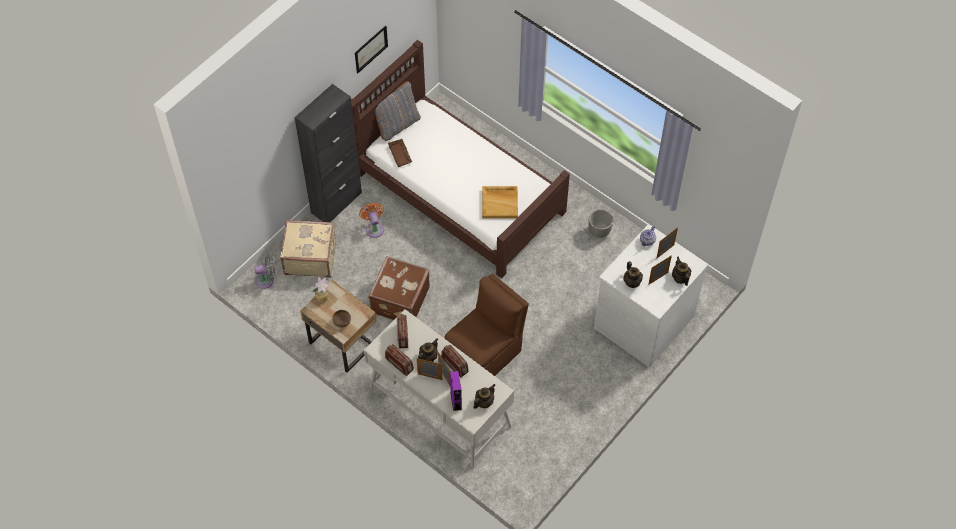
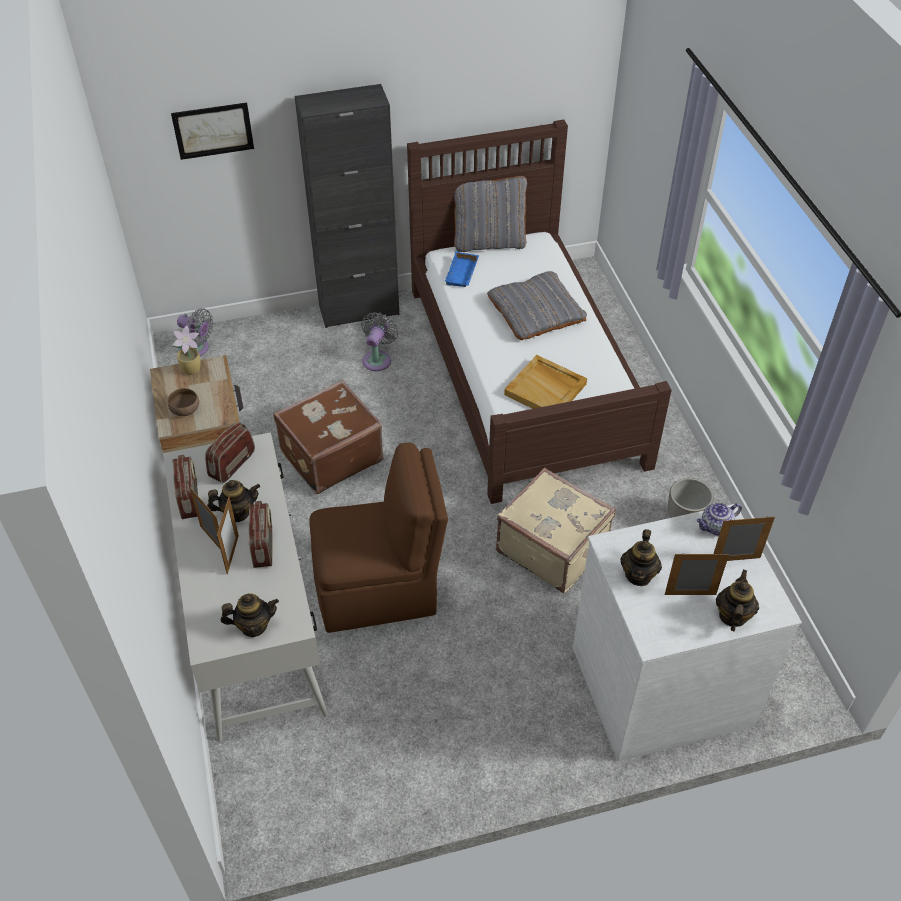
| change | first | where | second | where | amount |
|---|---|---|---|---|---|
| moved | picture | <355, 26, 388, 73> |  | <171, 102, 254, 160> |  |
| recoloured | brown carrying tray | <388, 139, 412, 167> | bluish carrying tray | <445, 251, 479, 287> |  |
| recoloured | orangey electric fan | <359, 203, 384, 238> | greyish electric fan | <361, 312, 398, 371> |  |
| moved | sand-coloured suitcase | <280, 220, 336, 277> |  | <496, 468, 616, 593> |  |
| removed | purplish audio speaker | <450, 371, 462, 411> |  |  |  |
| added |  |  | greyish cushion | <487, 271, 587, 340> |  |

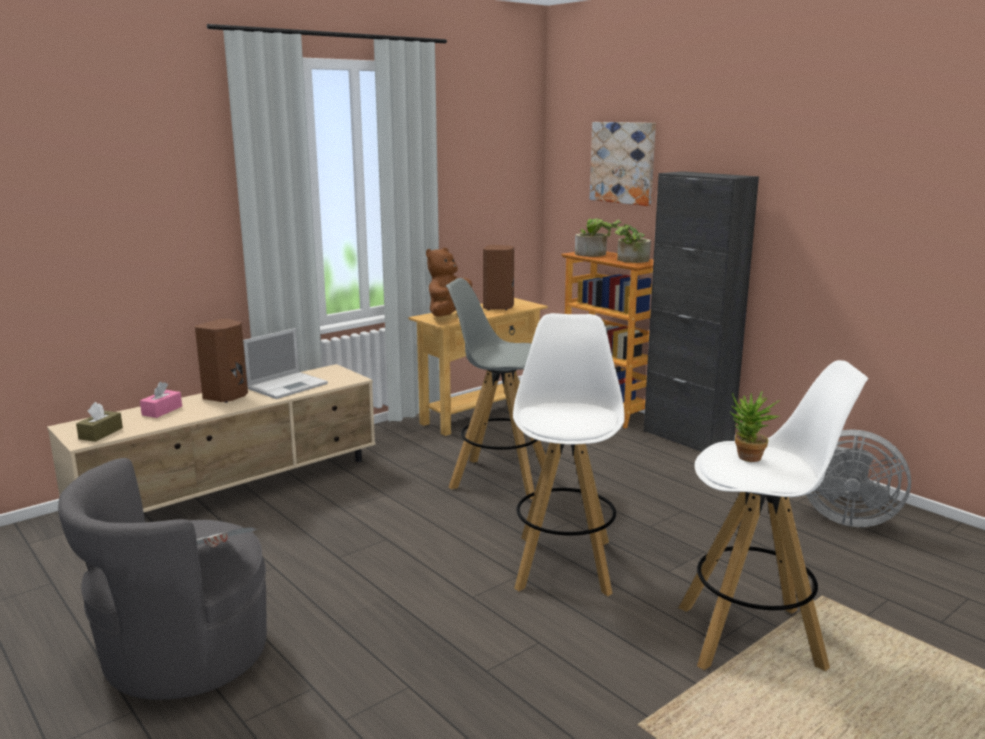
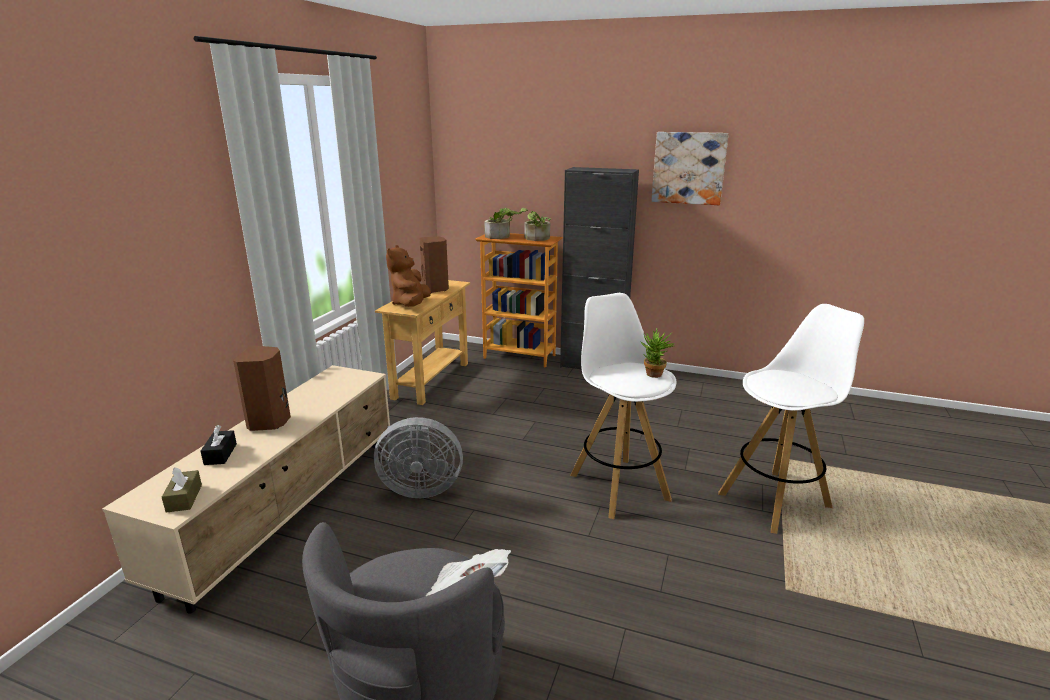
| change | first | where | second | where | amount |
|---|---|---|---|---|---|
| moved | picture | <590, 122, 656, 206> |  | <651, 132, 729, 205> |  |
| removed | greyish stool seat | <446, 278, 546, 499> |  |  |  |
| removed | notebook computer | <243, 328, 328, 399> |  |  |  |
| recoloured | pink-coloured tissue box | <140, 382, 182, 418> | black tissue box | <200, 425, 237, 465> |  |
| moved | plant in a pot | <730, 391, 781, 462> |  | <641, 328, 675, 378> |  |
| moved | greyish electric fan | <806, 429, 911, 527> |  | <374, 417, 463, 498> |  |

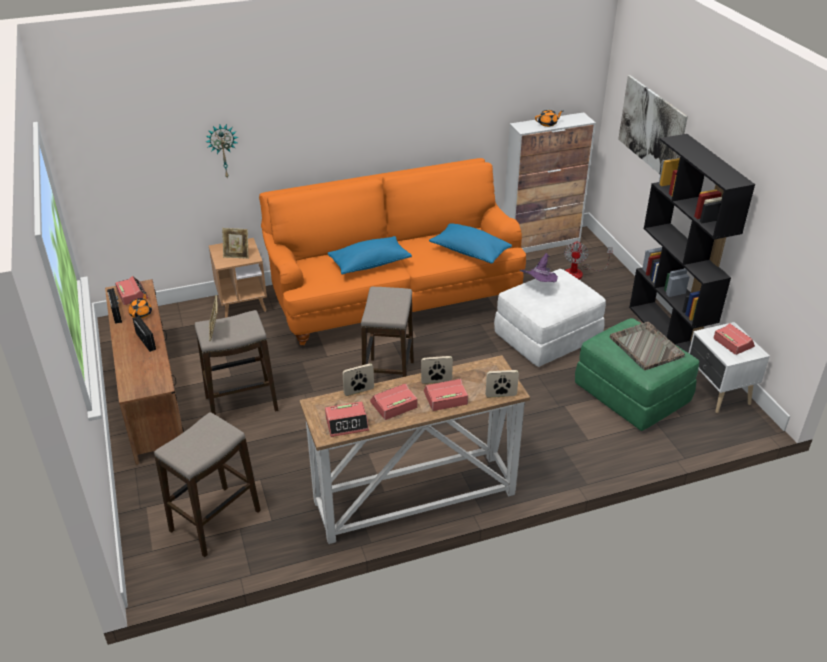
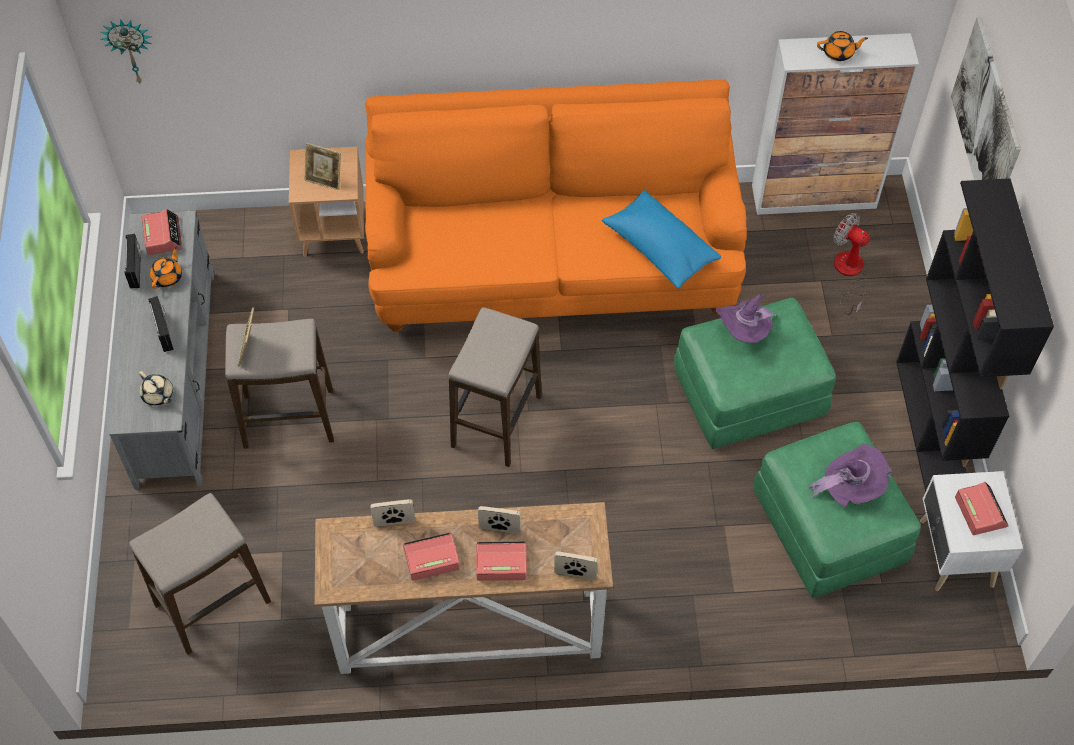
| change | first | where | second | where | amount |
|---|---|---|---|---|---|
| moved | hanging clock | <206, 124, 238, 179> |  | <100, 19, 152, 83> |  |
| removed | bluish cushion | <328, 236, 412, 275> |  |  |  |
| turned | electric fan | <564, 241, 613, 279> |  | <834, 213, 870, 315> | 105 degrees clockwise |
| recoloured | white footrest | <494, 269, 606, 367> | green footrest | <674, 298, 836, 449> |  |
| recoloured | brown tv unit | <105, 279, 184, 465> | greyish tv unit | <109, 210, 214, 489> |  |
| replaced | greyish carrying tray | <610, 322, 685, 370> | purplish wearable hat | <809, 444, 892, 507> |  |
| removed | bedside clock | <325, 402, 369, 437> |  |  |  |
| added |  |  | sand-coloured pot for tea | <139, 371, 173, 406> |  |

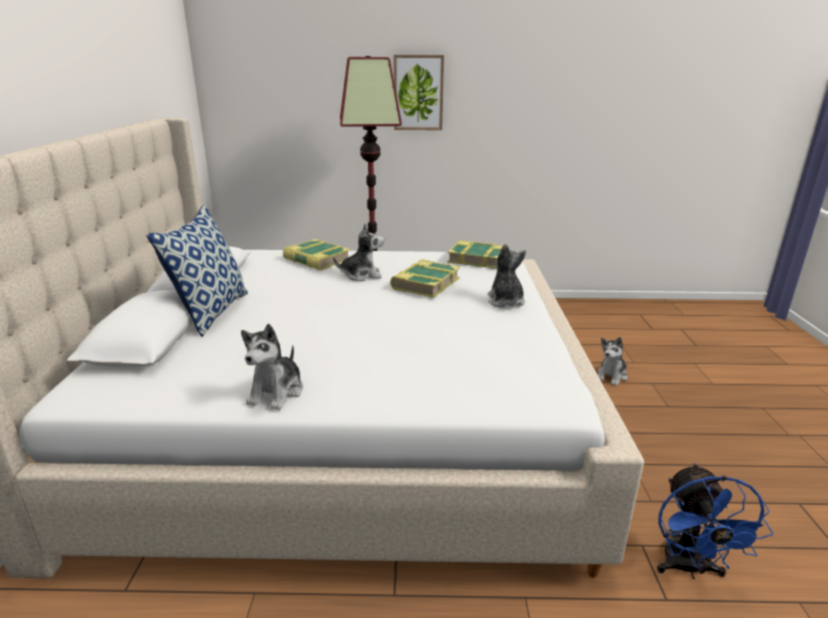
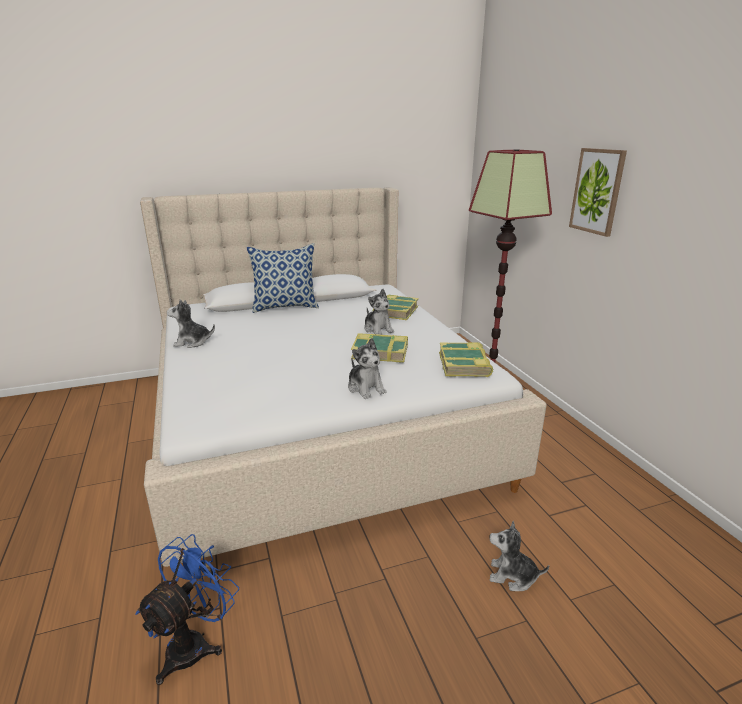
| change | first | where | second | where | amount |
|---|---|---|---|---|---|
| turned | soft toy | <488, 244, 526, 308> |  | <348, 338, 386, 399> | 90 degrees clockwise |
| turned | bluish electric fan | <657, 463, 774, 579> |  | <135, 534, 239, 685> | 135 degrees clockwise |

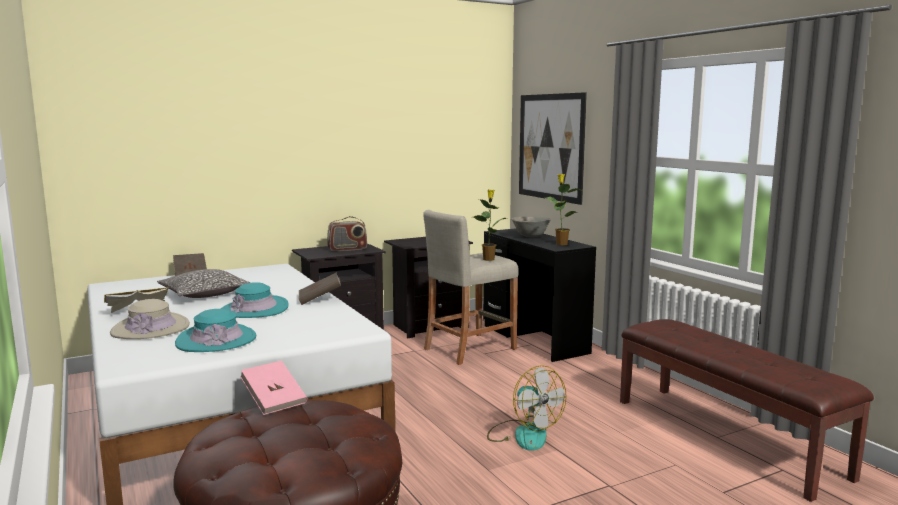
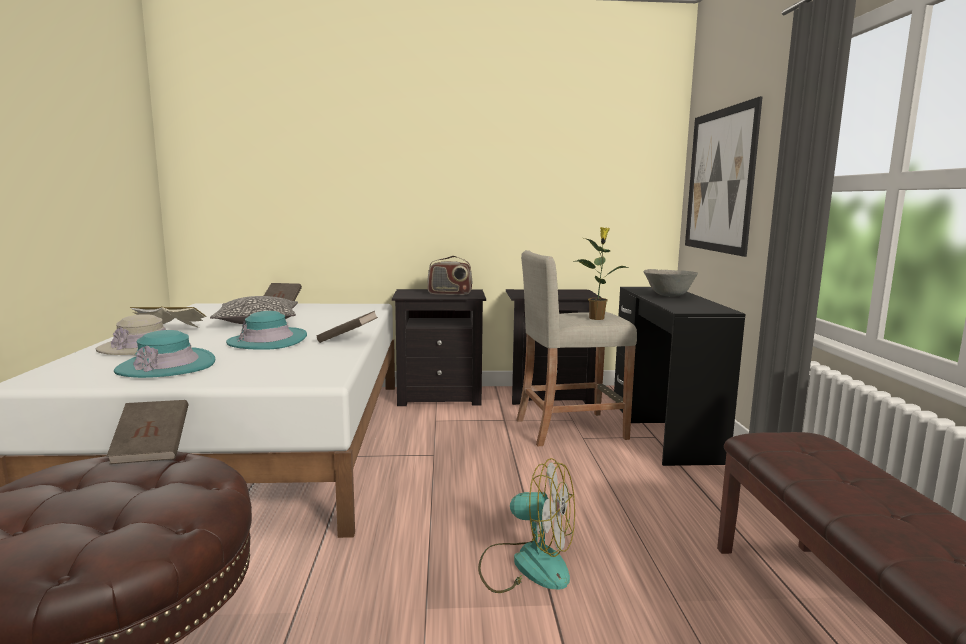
| change | first | where | second | where | amount |
|---|---|---|---|---|---|
| removed | plant in a pot | <546, 174, 582, 245> |  |  |  |
| recoloured | pink-coloured volume | <240, 361, 307, 415> | brown volume | <107, 400, 188, 464> |  |
| turned | electric fan | <487, 365, 567, 451> |  | <478, 458, 575, 593> | 60 degrees counterclockwise |

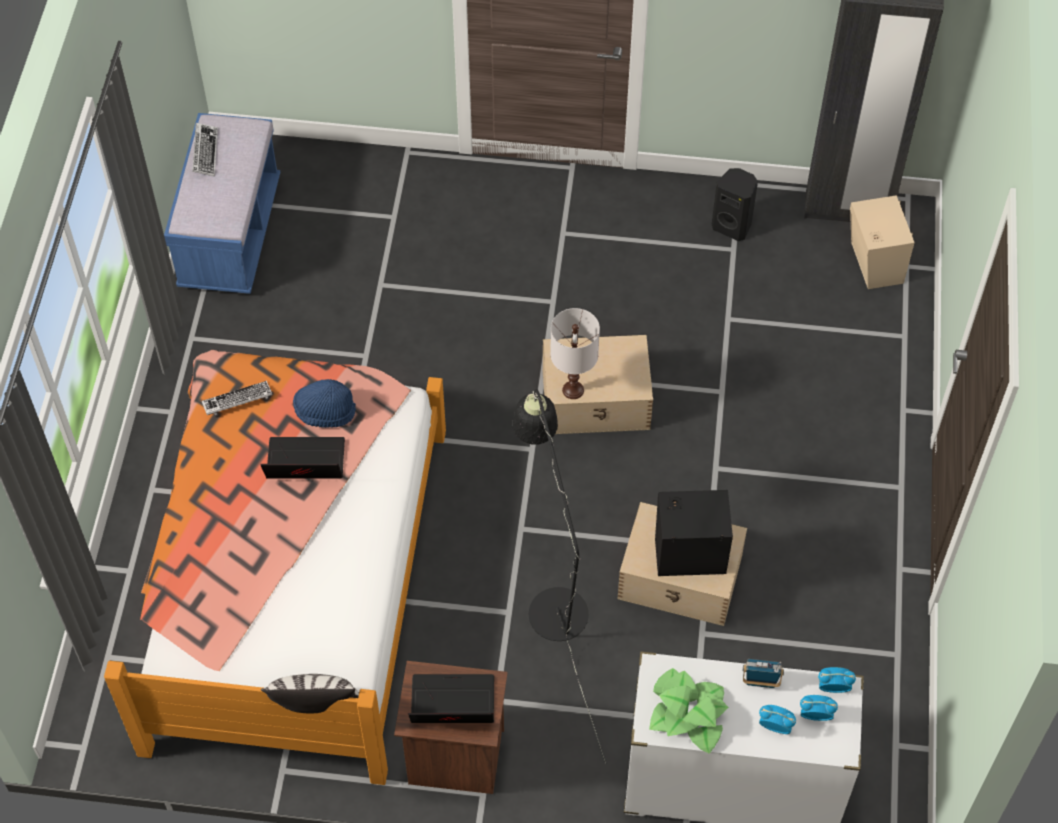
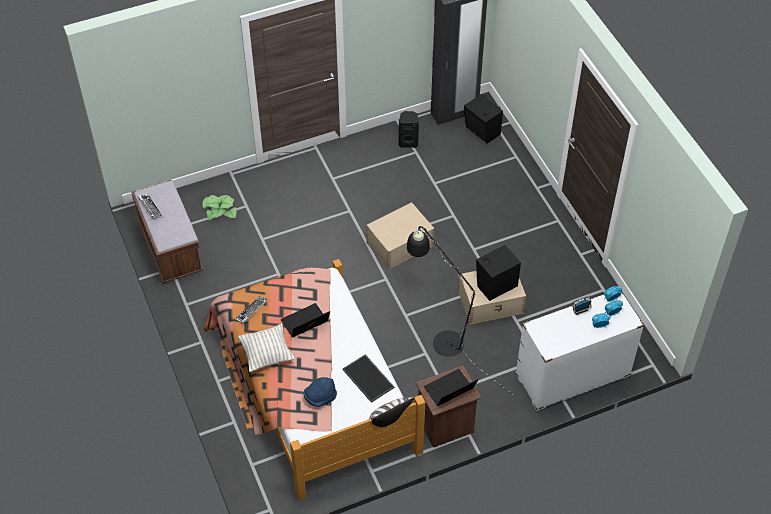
| change | first | where | second | where | amount |
|---|---|---|---|---|---|
| recoloured | bluish bench | <164, 113, 280, 294> | brown bench | <131, 180, 203, 283> |  |
| recoloured | sand-coloured audio speaker | <850, 195, 915, 289> | black audio speaker | <464, 94, 503, 143> |  |
| removed | white tabletop lamp | <550, 308, 600, 399> |  |  |  |
| moved | bluish wearable hat | <293, 379, 356, 428> |  | <304, 377, 337, 407> |  |
| moved | plant in a pot | <649, 668, 728, 754> |  | <202, 195, 236, 221> |  |
| added |  |  | cushion | <238, 324, 295, 372> |  |
| added |  |  | carrying tray | <342, 354, 394, 403> |  |

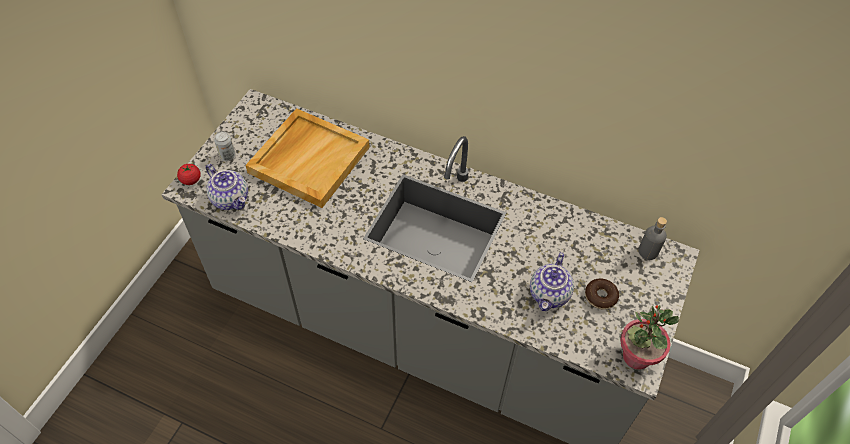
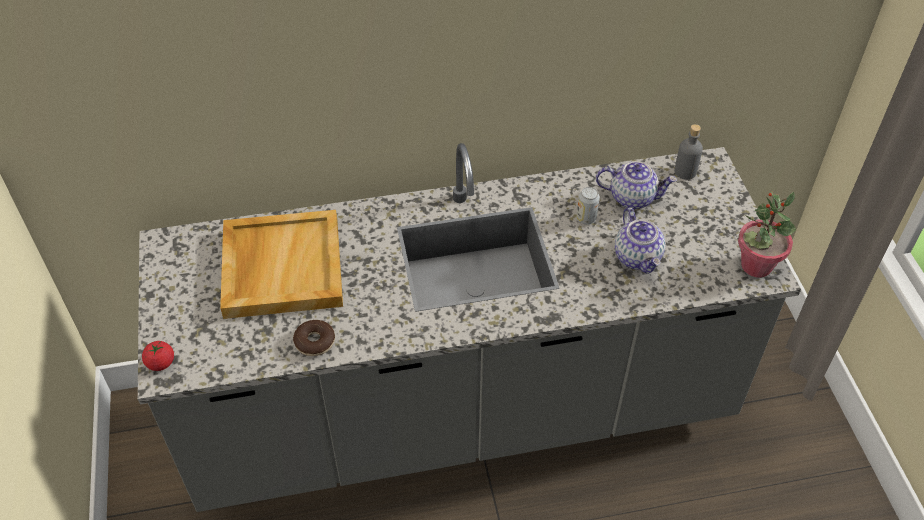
| change | first | where | second | where | amount |
|---|---|---|---|---|---|
| moved | can | <214, 131, 235, 161> |  | <576, 187, 600, 225> |  |
| moved | pot for tea | <206, 164, 248, 210> |  | <596, 161, 677, 209> |  |
| moved | donut | <585, 278, 619, 310> |  | <293, 320, 335, 356> |  |

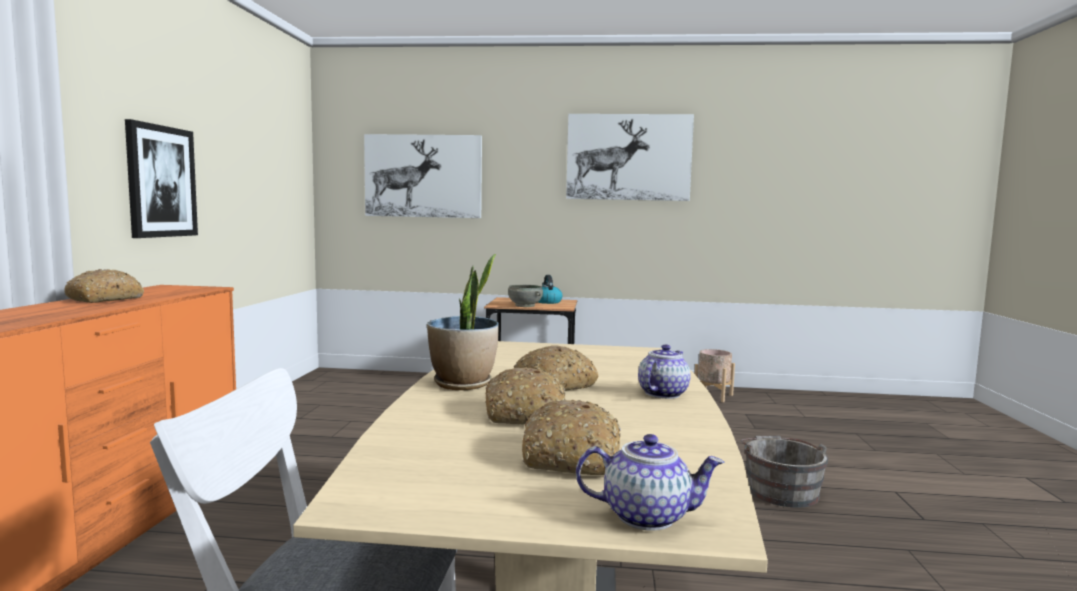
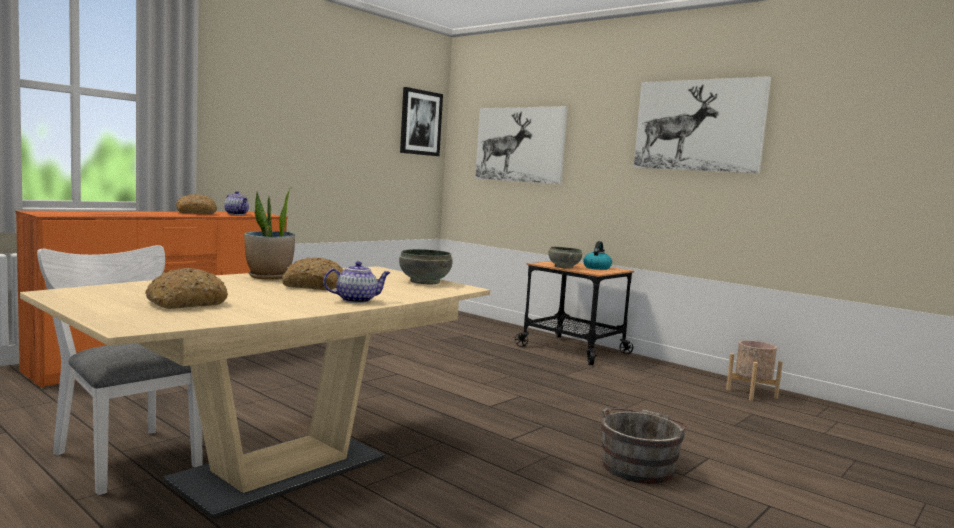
| change | first | where | second | where | amount |
|---|---|---|---|---|---|
| moved | picture | <125, 119, 198, 238> |  | <400, 87, 443, 156> |  |
| removed | baked bread | <485, 367, 565, 425> |  |  |  |
| moved | pot for tea | <576, 434, 725, 531> |  | <224, 191, 249, 215> |  |
| added |  |  | greyish serving bowl | <399, 249, 453, 285> |  |

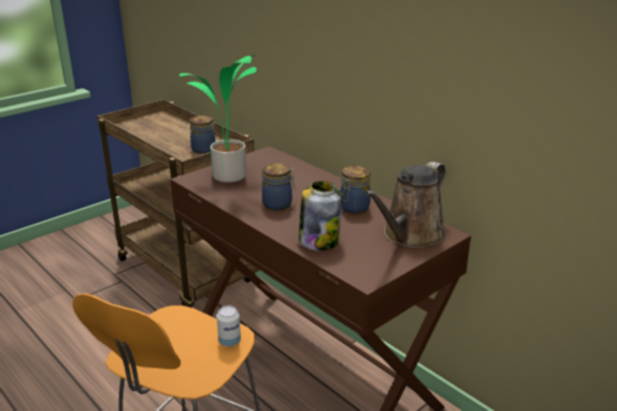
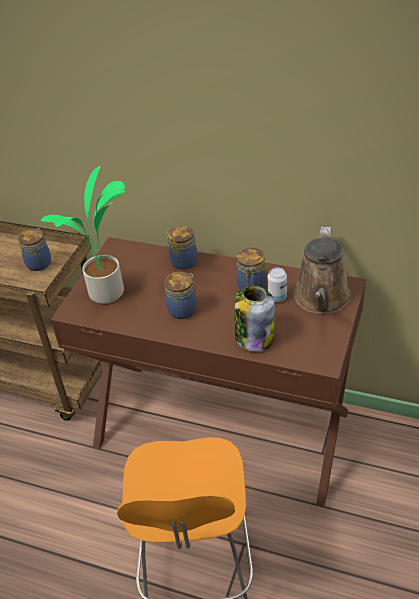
| change | first | where | second | where | amount |
|---|---|---|---|---|---|
| moved | can | <217, 305, 241, 347> |  | <268, 267, 287, 302> |  |
| added |  |  | storage jar | <167, 225, 198, 270> |  |

